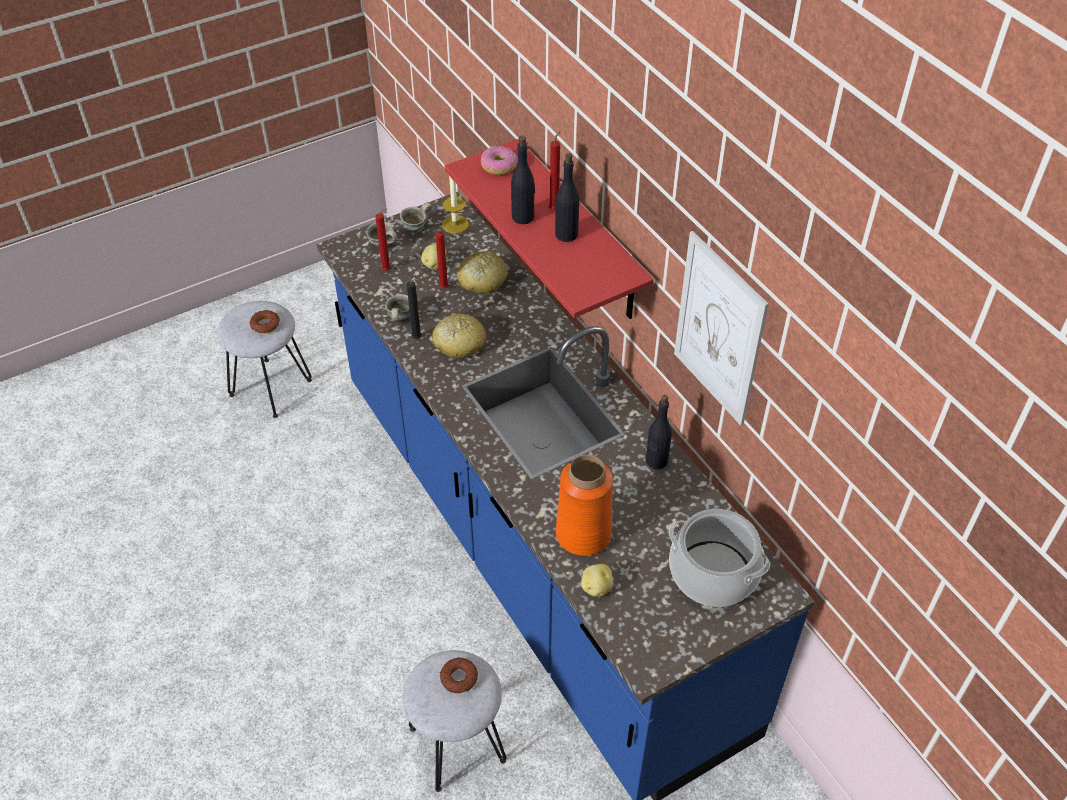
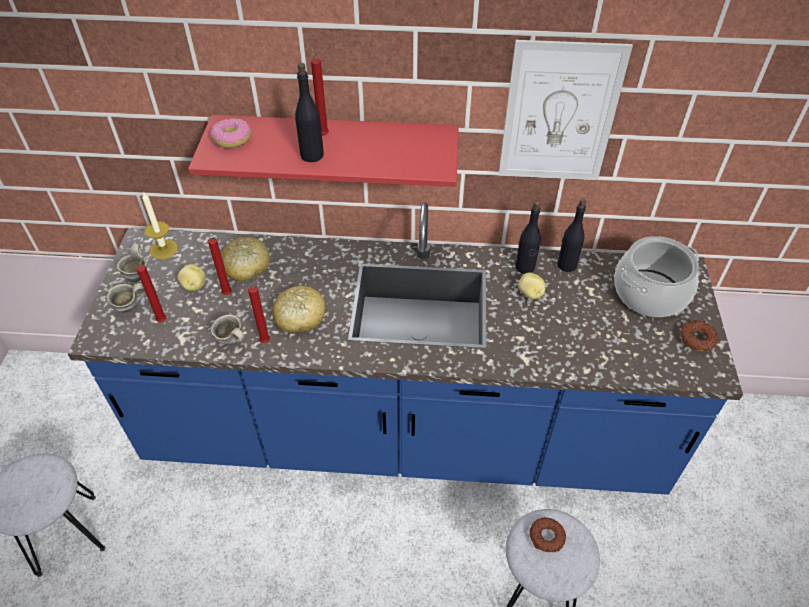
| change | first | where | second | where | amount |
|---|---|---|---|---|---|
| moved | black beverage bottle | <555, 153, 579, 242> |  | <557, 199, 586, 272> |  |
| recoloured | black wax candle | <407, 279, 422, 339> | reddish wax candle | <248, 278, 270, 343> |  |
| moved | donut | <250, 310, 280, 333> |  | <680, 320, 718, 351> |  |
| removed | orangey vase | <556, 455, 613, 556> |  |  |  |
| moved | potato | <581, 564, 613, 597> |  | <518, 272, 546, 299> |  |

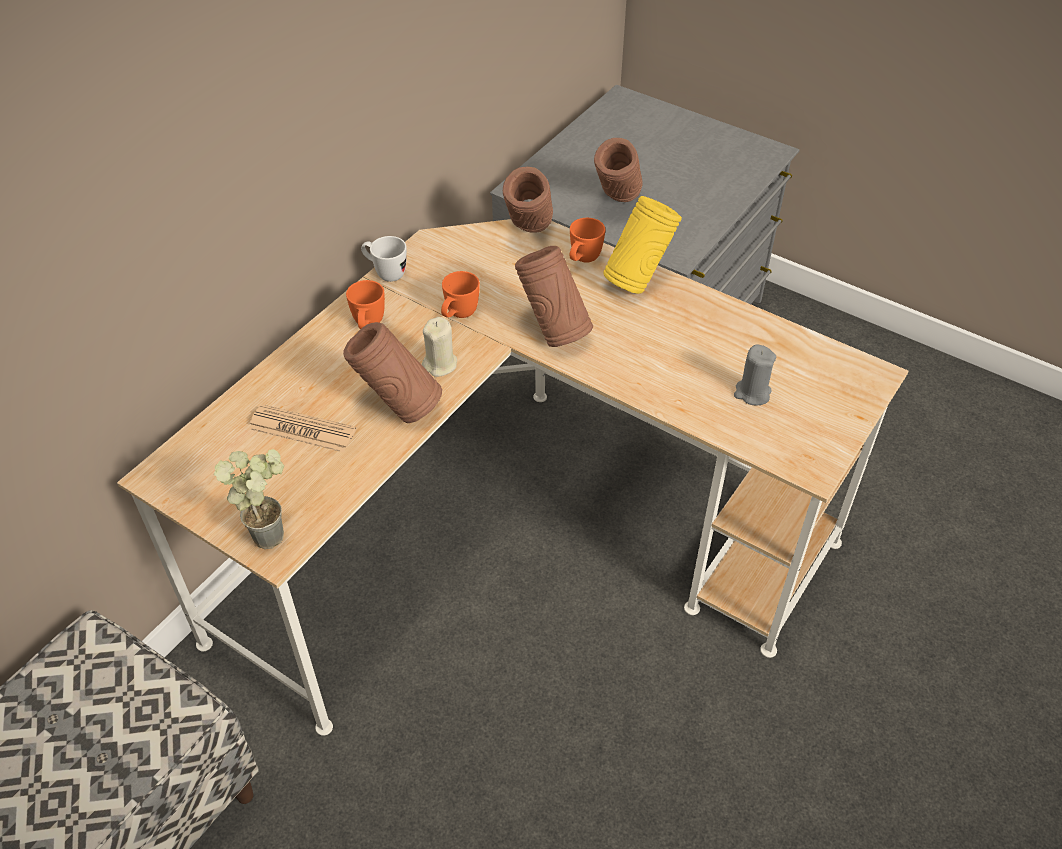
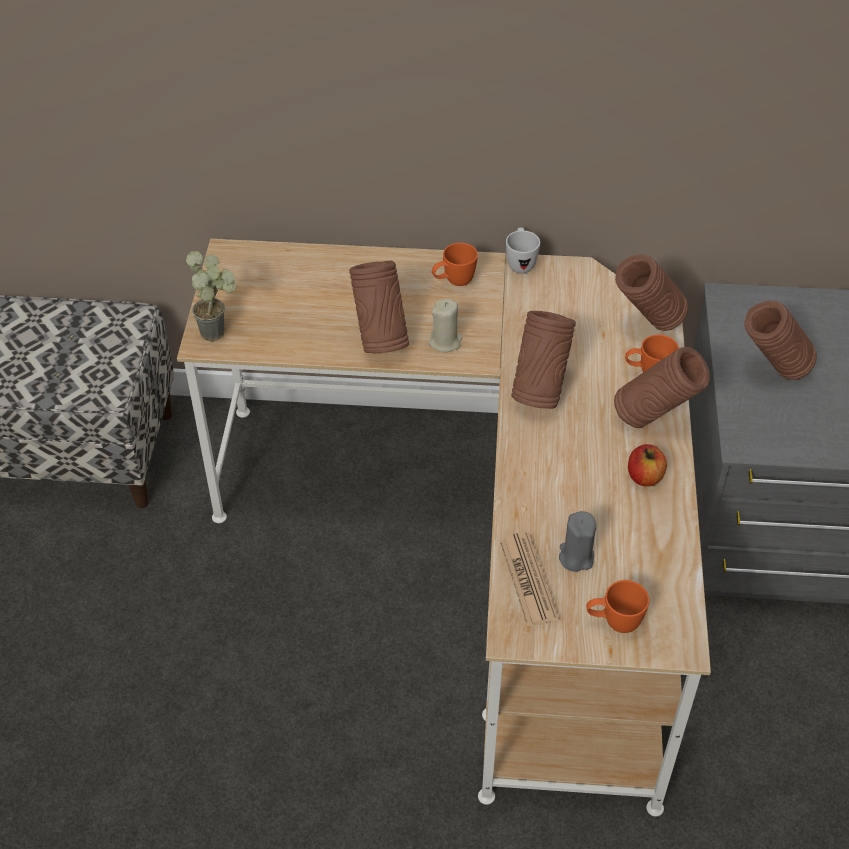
| change | first | where | second | where | amount |
|---|---|---|---|---|---|
| recoloured | yellowish vase | <603, 196, 682, 294> | brown vase | <614, 347, 710, 428> |  |
| moved | orangey tea mug | <441, 271, 480, 318> |  | <586, 580, 650, 633> |  |
| moved | daily paper | <249, 404, 356, 452> |  | <500, 532, 559, 626> |  |
| added |  |  | apple fruit | <628, 444, 667, 487> |  |

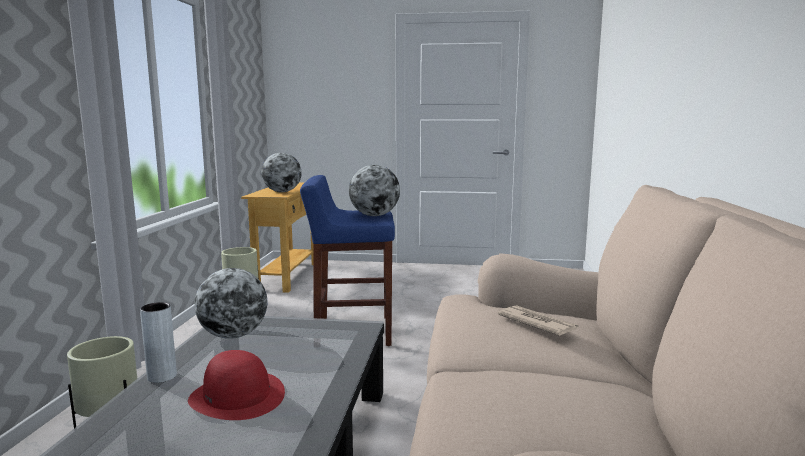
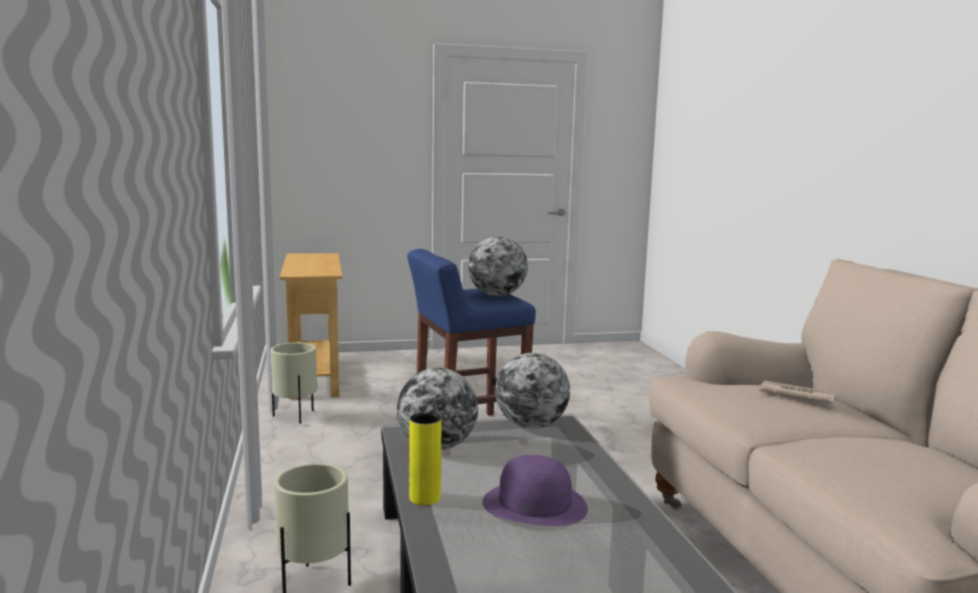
| change | first | where | second | where | amount |
|---|---|---|---|---|---|
| moved | world globe | <261, 153, 302, 192> |  | <495, 353, 570, 429> |  |
| recoloured | greyish vase | <140, 302, 177, 383> | yellowish vase | <409, 412, 442, 505> |  |
| recoloured | reddish wearable hat | <188, 350, 285, 420> | purplish wearable hat | <482, 455, 588, 526> |  |

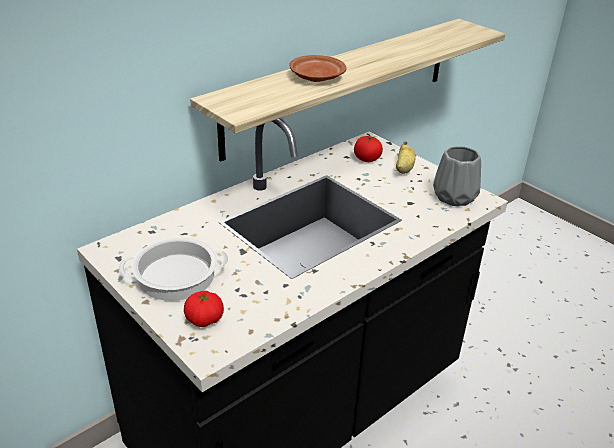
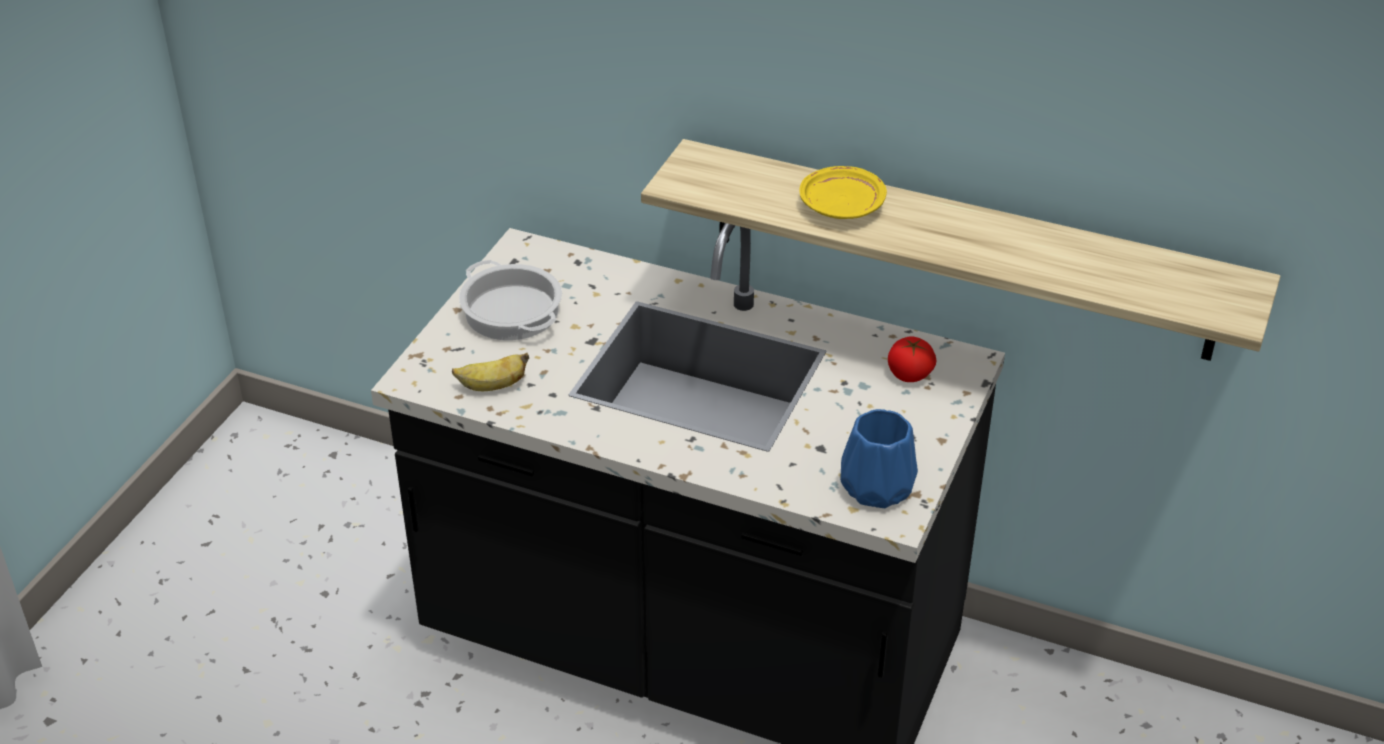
| change | first | where | second | where | amount |
|---|---|---|---|---|---|
| recoloured | brown flat dish | <290, 55, 347, 82> | yellowish flat dish | <800, 166, 887, 219> |  |
| moved | banana fruit | <396, 141, 416, 174> |  | <452, 353, 529, 391> |  |
| recoloured | greyish vase | <433, 146, 481, 206> | bluish vase | <840, 409, 918, 508> |  |
| removed | fresh tomato | <184, 291, 224, 327> |  |  |  |

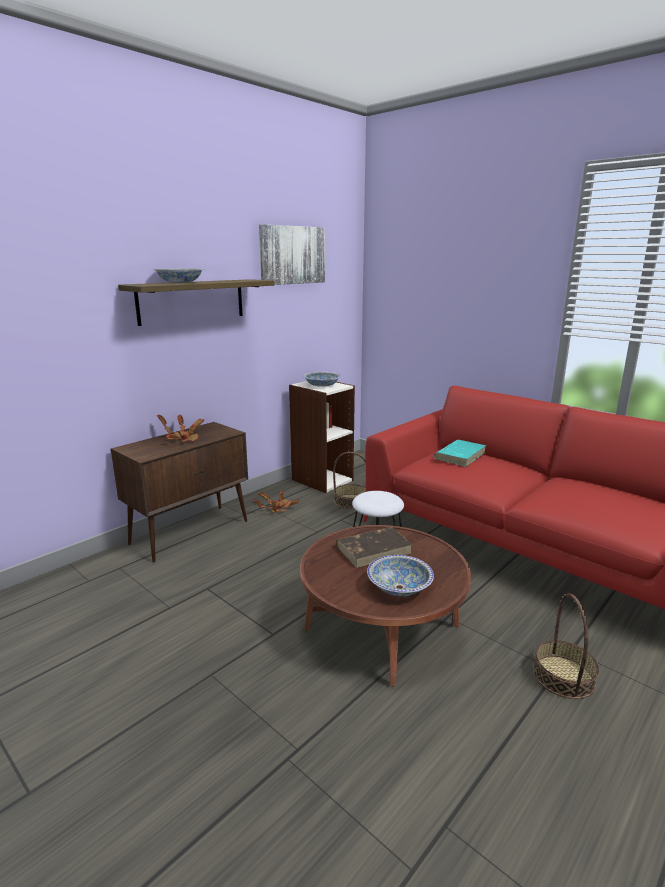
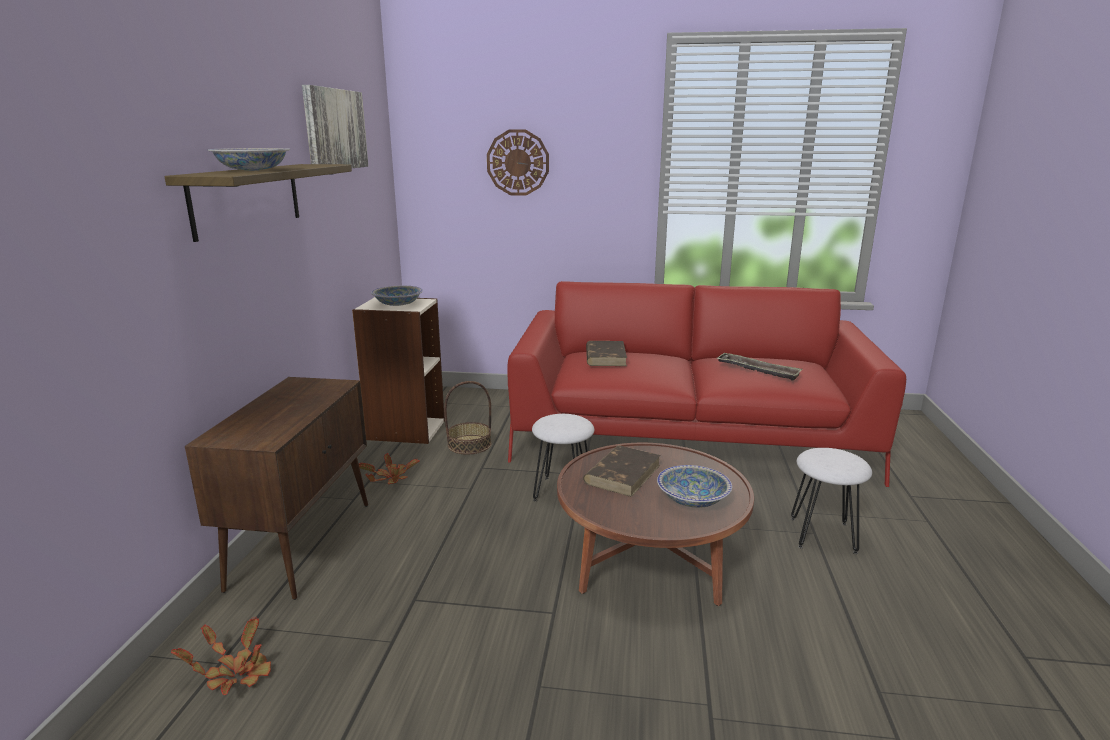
| change | first | where | second | where | amount |
|---|---|---|---|---|---|
| moved | plant in a pot | <157, 414, 205, 442> |  | <171, 617, 271, 695> |  |
| recoloured | turquoise-coloured volume | <434, 440, 486, 467> | brown volume | <586, 341, 627, 366> |  |
| replaced | household basket | <533, 593, 599, 699> | white stool seat | <791, 448, 872, 554> |  |
| added |  |  | hanging clock | <487, 129, 549, 196> |  |
| added |  |  | carrying tray | <716, 353, 803, 381> |  |

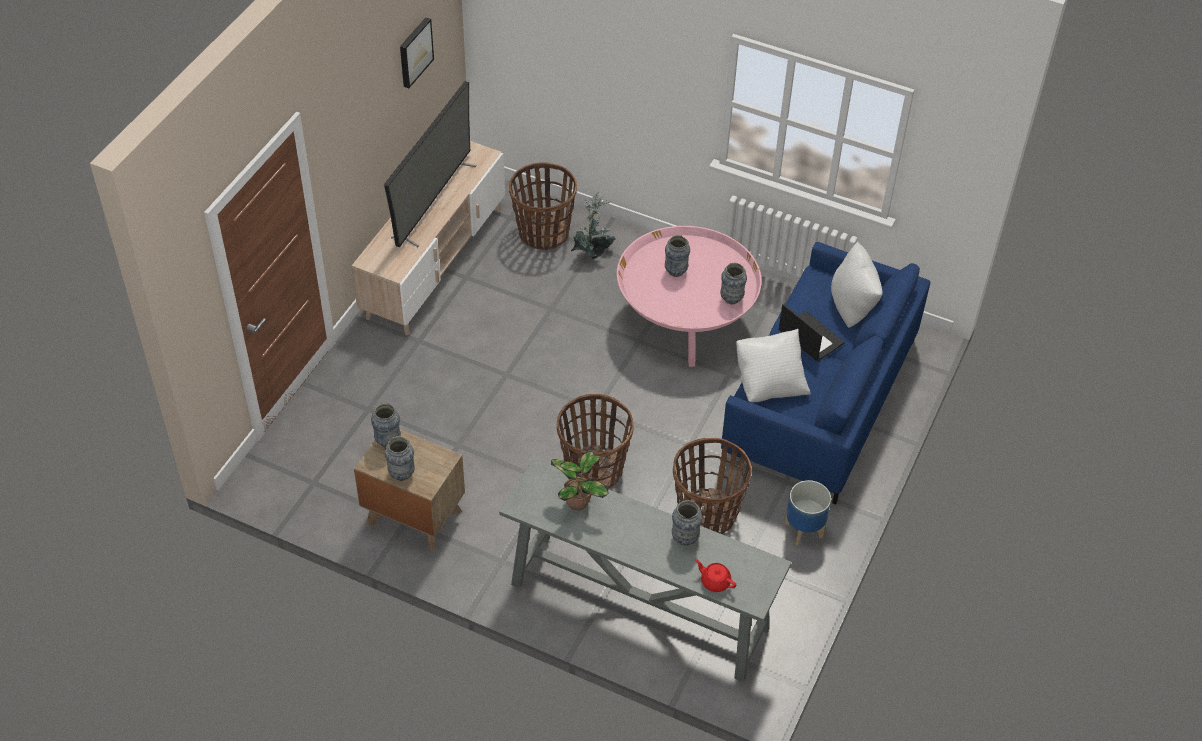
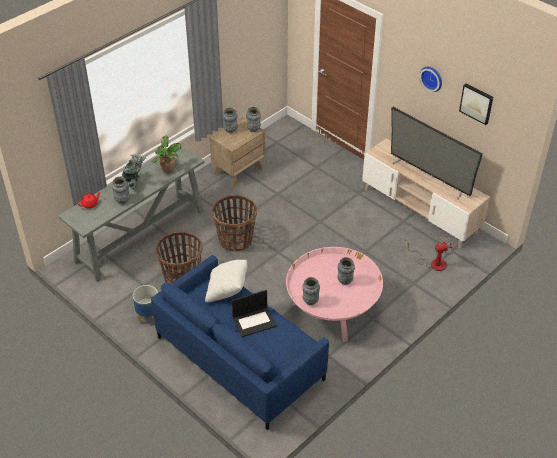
| change | first | where | second | where | amount |
|---|---|---|---|---|---|
| replaced | household basket | <509, 162, 577, 251> | electric fan | <405, 236, 454, 271> |  |
| moved | plant in a pot | <571, 192, 615, 259> |  | <122, 152, 147, 190> |  |
| removed | white cushion | <831, 241, 883, 328> |  |  |  |
| added |  |  | hanging clock | <419, 67, 442, 92> |  |

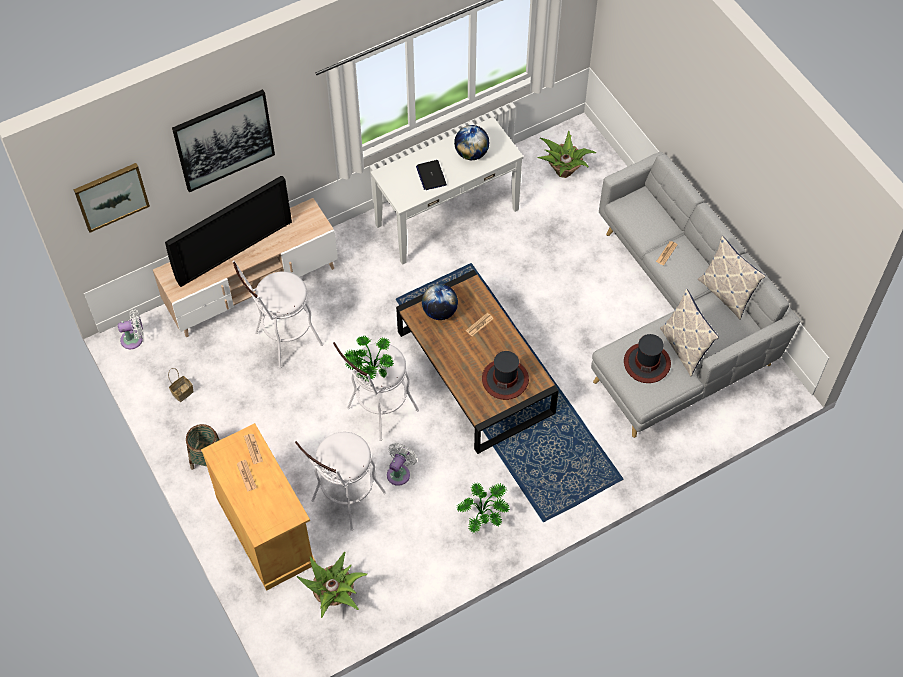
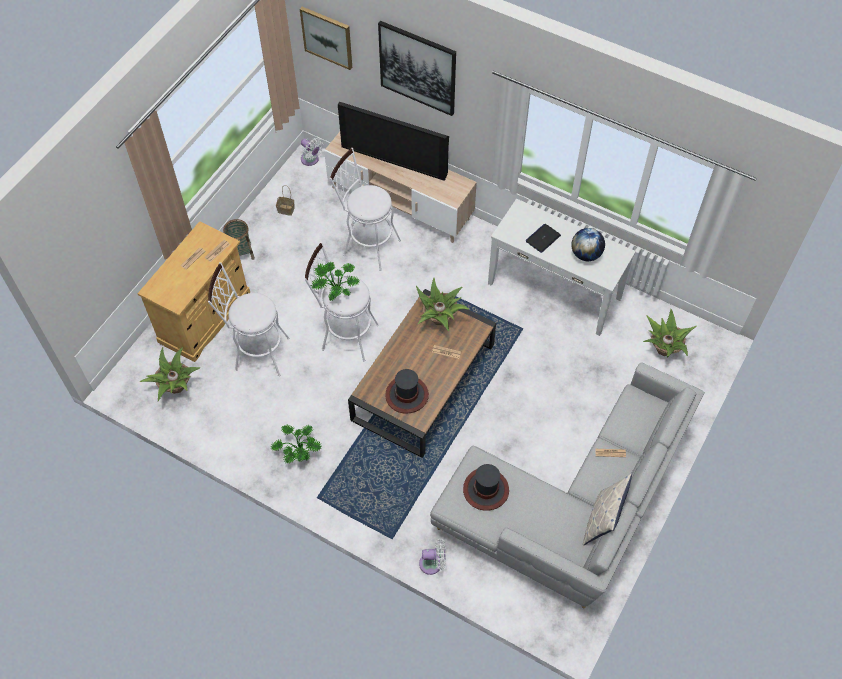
| change | first | where | second | where | amount |
|---|---|---|---|---|---|
| replaced | world globe | <422, 284, 458, 320> | plant in a pot | <416, 278, 469, 331> |  |
| removed | cushion | <660, 289, 719, 376> |  |  |  |
| moved | white electric fan | <387, 443, 417, 486> |  | <419, 539, 446, 575> |  |

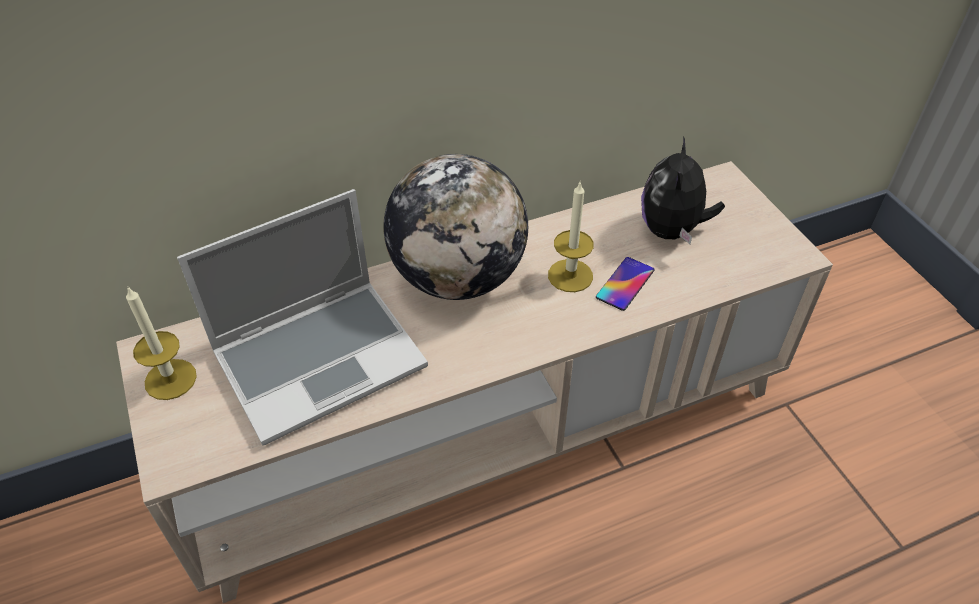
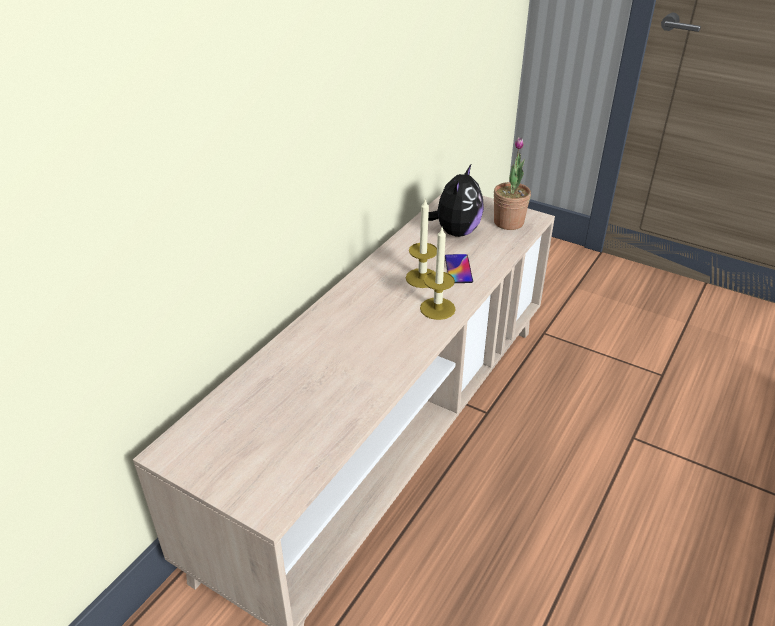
| change | first | where | second | where | amount |
|---|---|---|---|---|---|
| turned | soft toy | <641, 136, 725, 244> |  | <428, 165, 484, 237> | 135 degrees counterclockwise |
| removed | world globe | <383, 154, 528, 300> |  |  |  |
| removed | notebook computer | <177, 189, 428, 446> |  |  |  |
| moved | wax candle | <126, 286, 197, 400> |  | <420, 228, 456, 320> |  |
| added |  |  | plant in a pot | <494, 137, 531, 230> |  |

